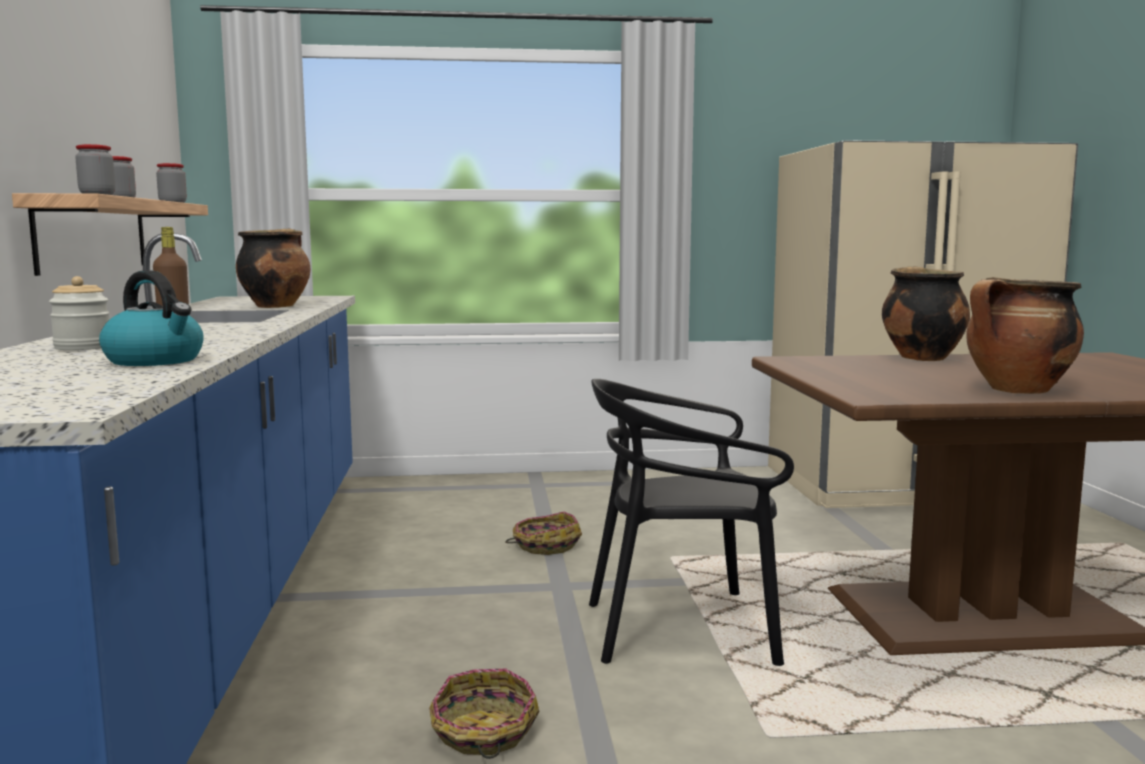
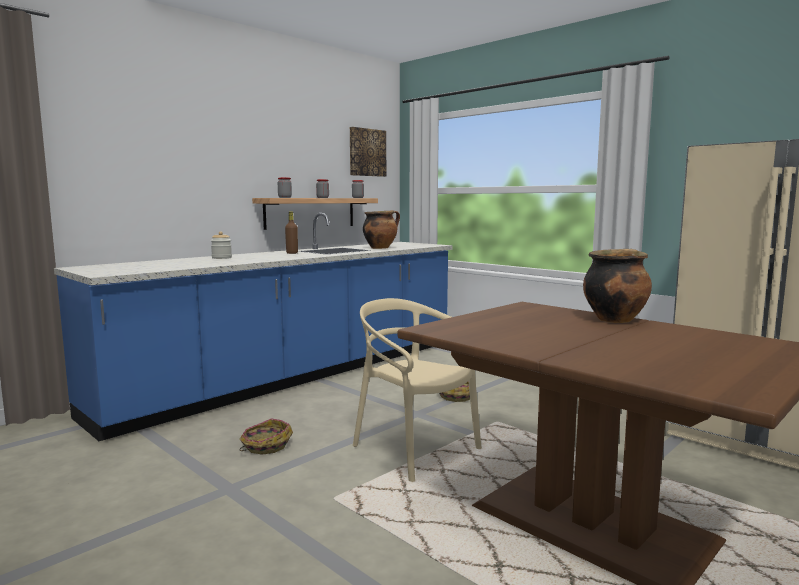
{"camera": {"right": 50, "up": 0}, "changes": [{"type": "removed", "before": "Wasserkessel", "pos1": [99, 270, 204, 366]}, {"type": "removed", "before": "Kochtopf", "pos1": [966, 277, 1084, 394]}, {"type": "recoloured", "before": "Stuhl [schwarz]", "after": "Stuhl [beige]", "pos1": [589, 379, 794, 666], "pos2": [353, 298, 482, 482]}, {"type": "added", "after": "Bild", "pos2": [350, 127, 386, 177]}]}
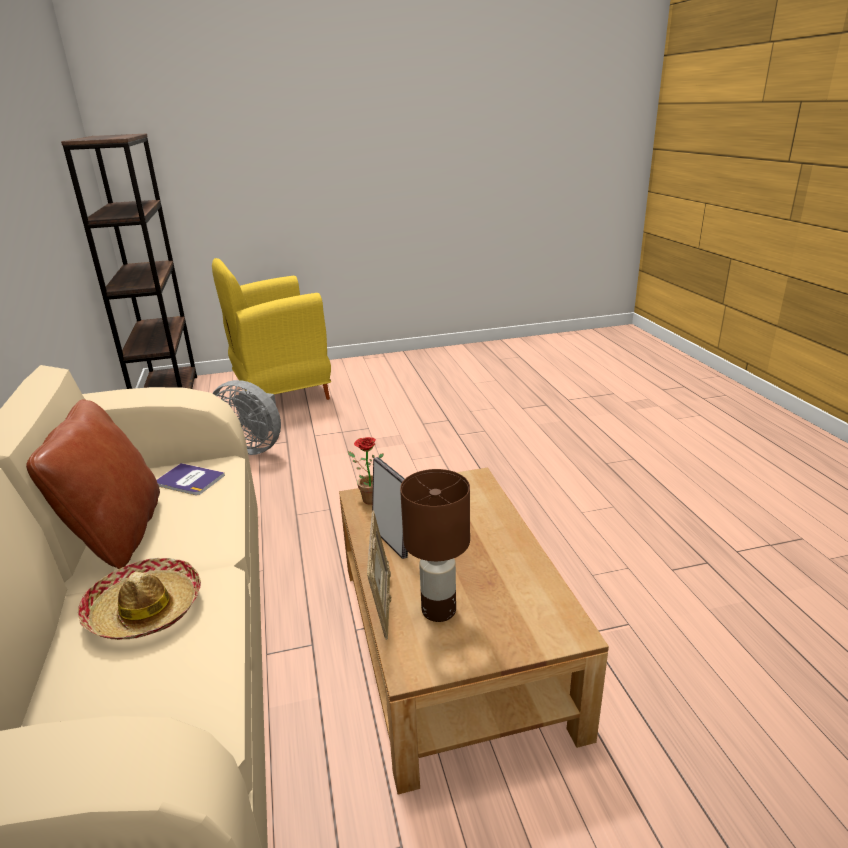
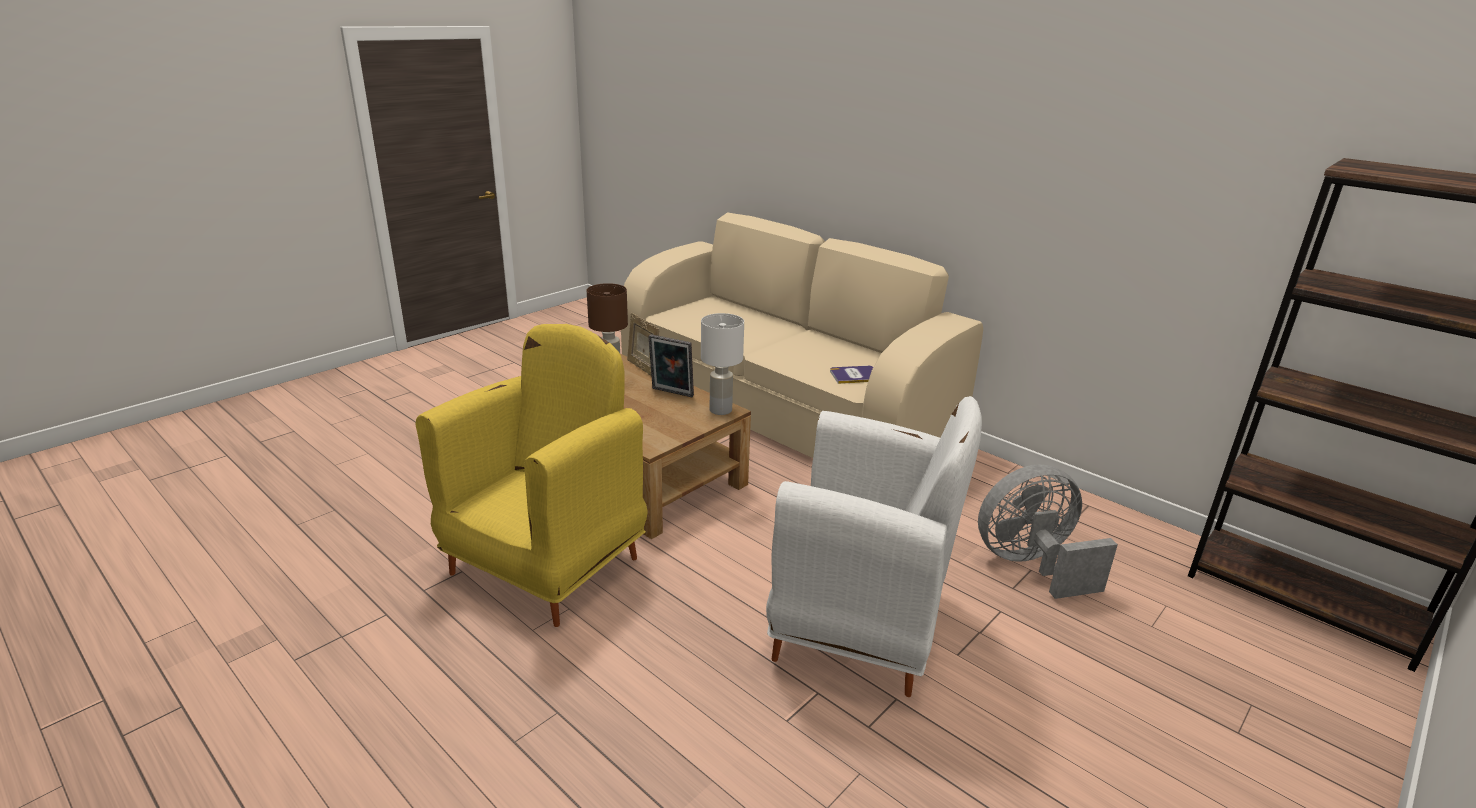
{"camera": {"right": 145, "up": 0}, "changes": [{"type": "moved", "before": "Sessel [gelb]", "pos1": [212, 258, 331, 400], "pos2": [415, 324, 648, 627]}, {"type": "removed", "before": "Kissen [braun]", "pos1": [26, 399, 160, 569]}, {"type": "replaced", "before": "Topfpflanze", "after": "Tischlampe [weiß]", "pos1": [348, 437, 384, 505], "pos2": [701, 313, 744, 415]}, {"type": "removed", "before": "Hut", "pos1": [77, 558, 201, 640]}, {"type": "added", "after": "Sessel [weiß]", "pos2": [766, 396, 982, 697]}]}
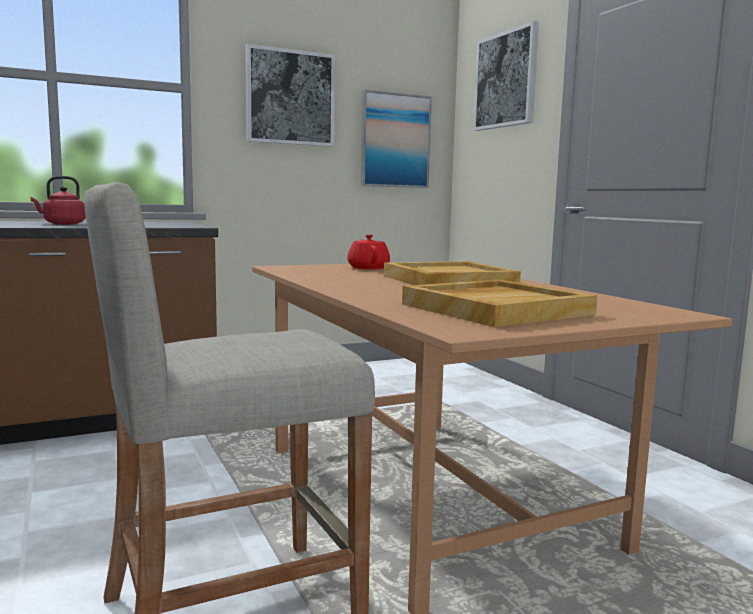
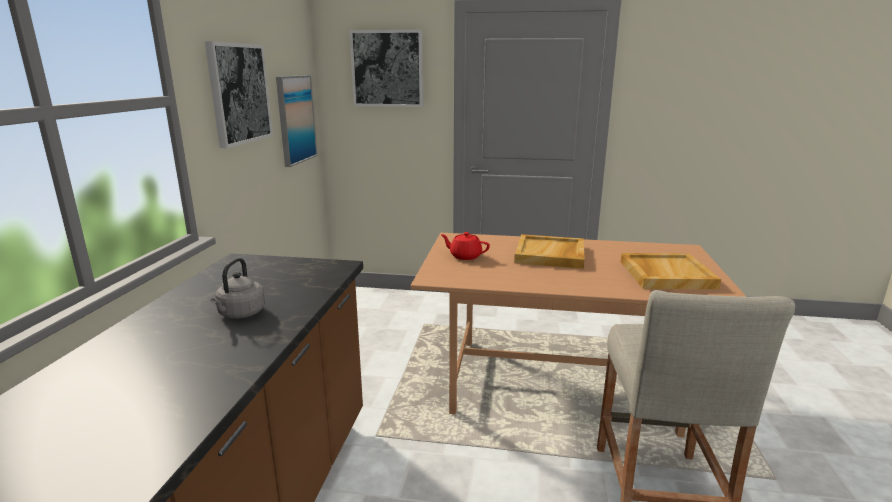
{"camera": {"right": -55, "up": 10}, "changes": [{"type": "recoloured", "before": "Wasserkessel [rot]", "after": "Wasserkessel [grau]", "pos1": [31, 176, 86, 225], "pos2": [210, 258, 265, 319]}]}
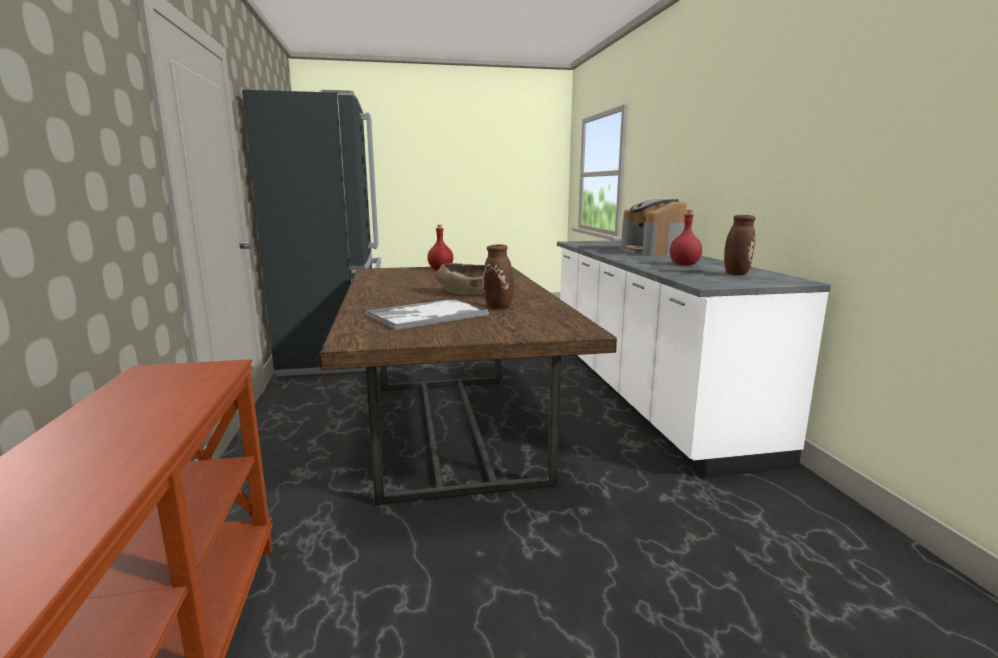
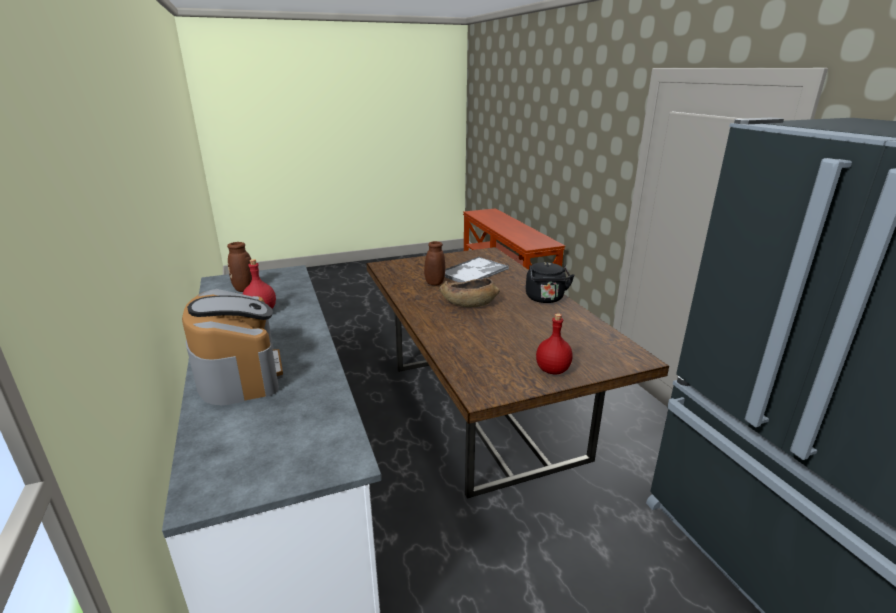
{"camera": {"right": 170, "up": 10}, "changes": [{"type": "added", "after": "Wasserkessel [schwarz]", "pos2": [526, 262, 574, 303]}]}
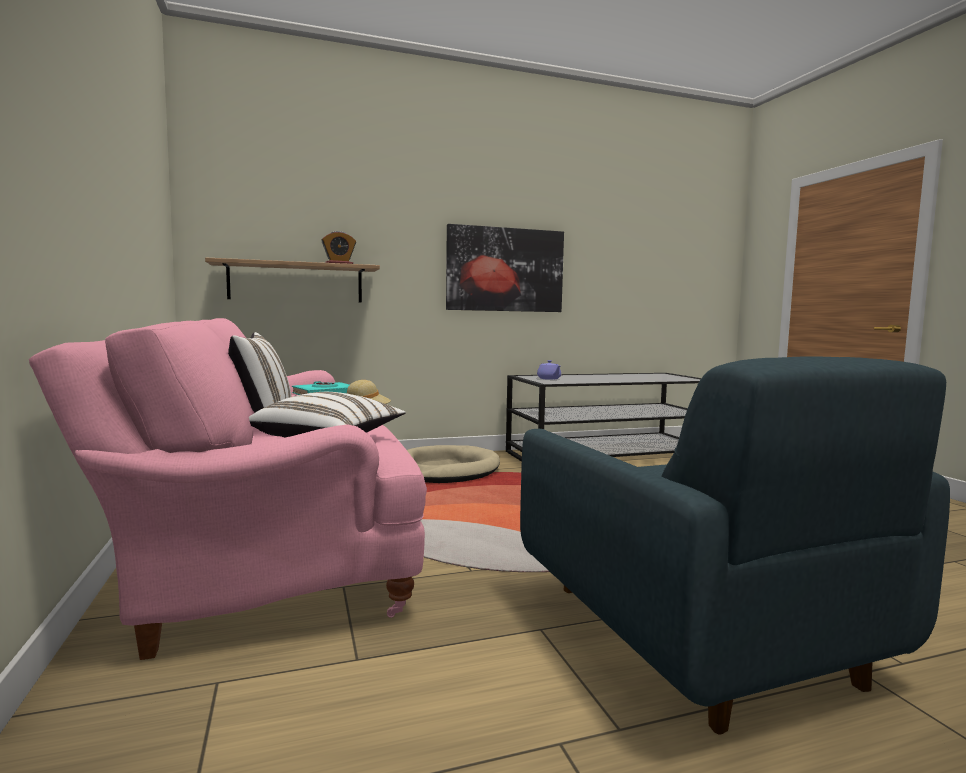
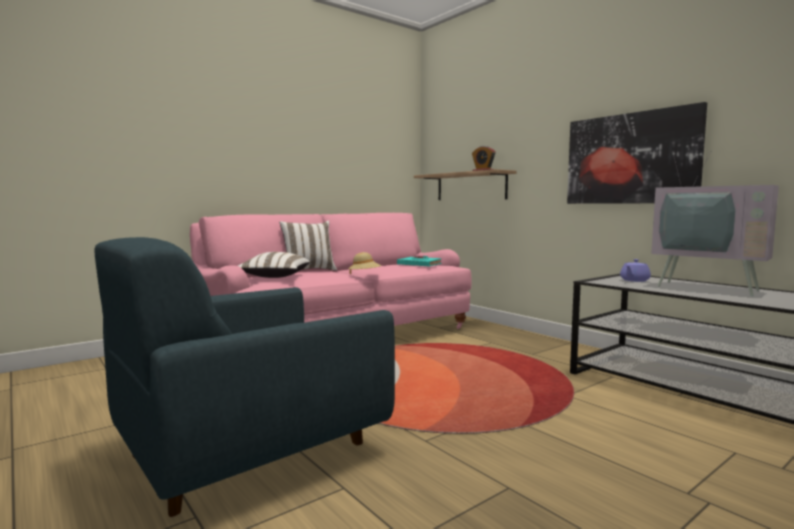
{"camera": {"right": 70, "up": 0}, "changes": [{"type": "removed", "before": "Hundebett [beige]", "pos1": [407, 445, 500, 483]}, {"type": "added", "after": "Fernseher", "pos2": [651, 151, 779, 296]}]}
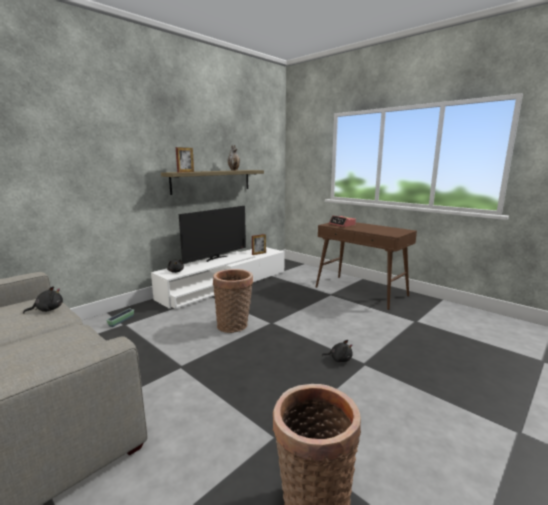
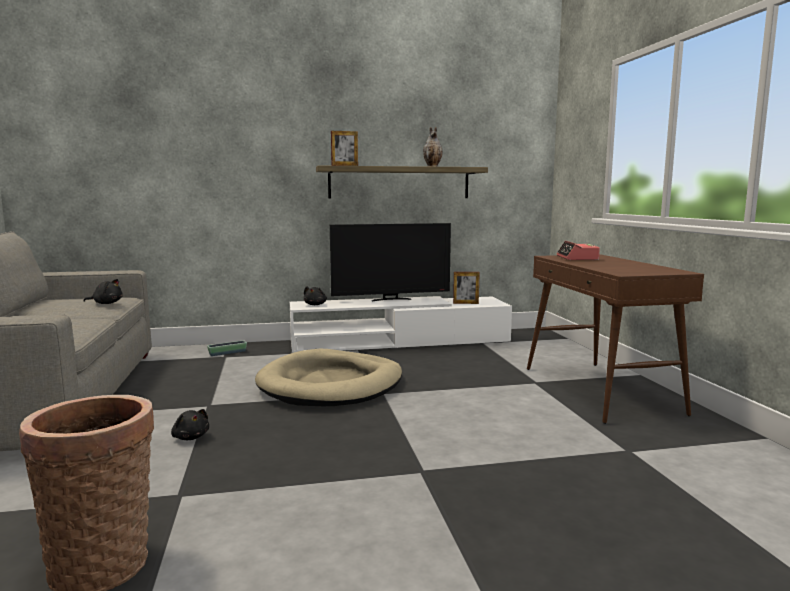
{"camera": {"right": 35, "up": -5}, "changes": [{"type": "replaced", "before": "Korb", "after": "Hundebett [beige]", "pos1": [213, 269, 254, 333], "pos2": [255, 349, 402, 406]}, {"type": "moved", "before": "Plüschtier [schwarz]", "pos1": [322, 340, 353, 362], "pos2": [171, 409, 209, 440]}]}
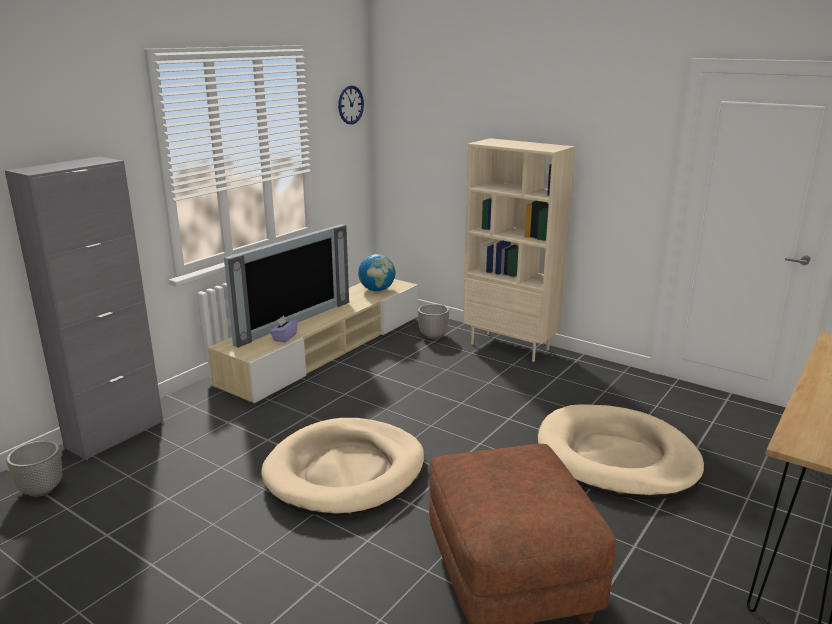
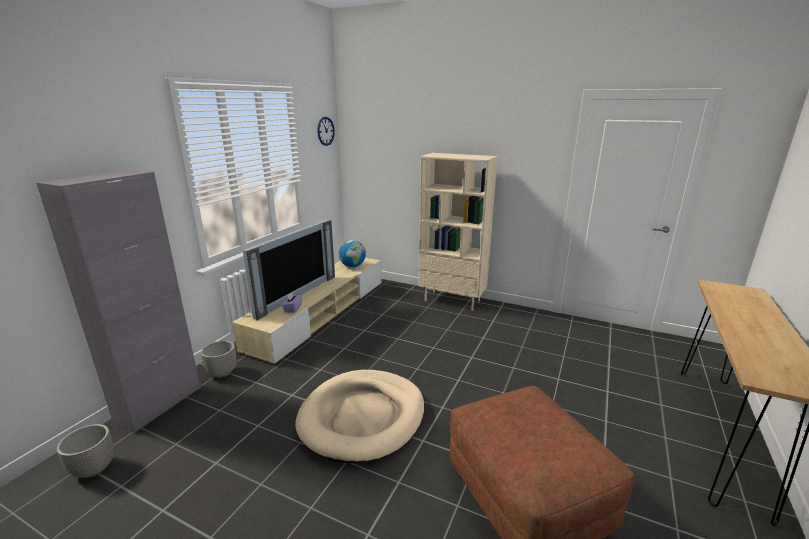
{"camera": {"right": -10, "up": 0}, "changes": [{"type": "moved", "before": "Pflanzkübel", "pos1": [418, 304, 449, 339], "pos2": [201, 341, 236, 378]}, {"type": "removed", "before": "Hundebett [beige]", "pos1": [538, 404, 704, 499]}]}
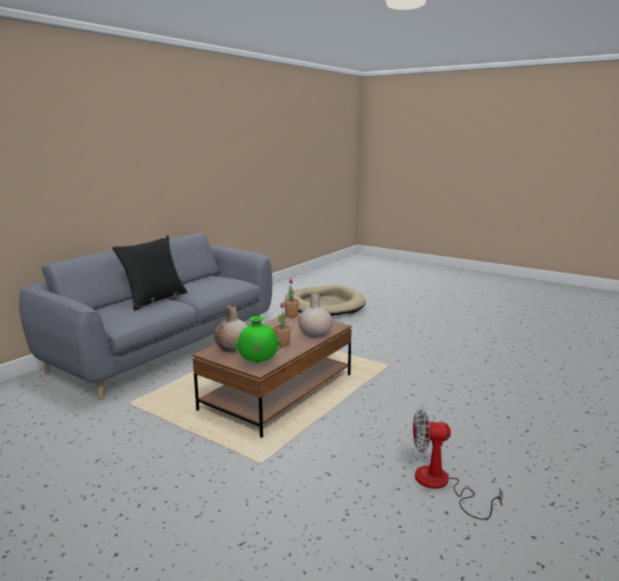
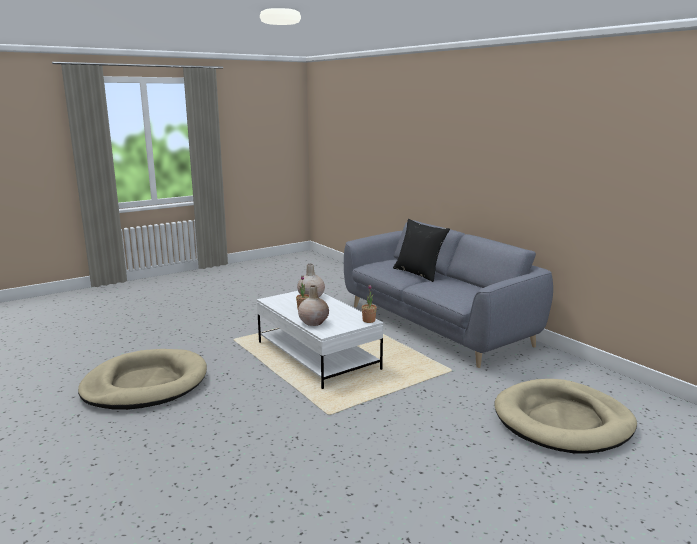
{"camera": {"right": 110, "up": 0}, "changes": [{"type": "recoloured", "before": "Couchtisch [braun]", "after": "Couchtisch [weiß]", "pos1": [193, 313, 352, 438], "pos2": [257, 291, 383, 389]}, {"type": "removed", "before": "Vase [grün]", "pos1": [234, 316, 281, 363]}, {"type": "replaced", "before": "Ventilator", "after": "Hundebett [beige]", "pos1": [413, 410, 503, 520], "pos2": [78, 349, 207, 410]}]}
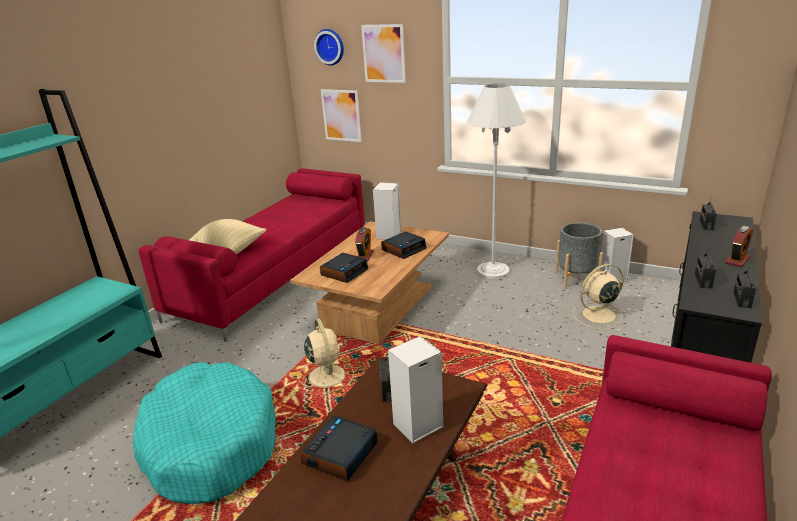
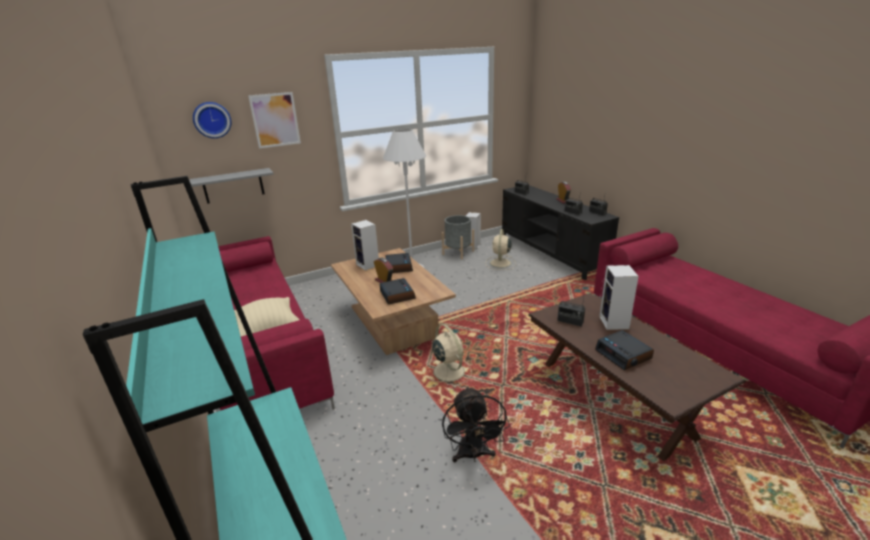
{"camera": {"right": -55, "up": 0}, "changes": [{"type": "replaced", "before": "Bild", "after": "Wandregal [grau]", "pos1": [321, 89, 362, 142], "pos2": [189, 168, 274, 204]}, {"type": "turned", "before": "Ventilator [beige]", "pos1": [298, 318, 354, 395], "pos2": [424, 324, 472, 388], "turn": 45}, {"type": "replaced", "before": "Hundebett [türkis]", "after": "Ventilator [schwarz]", "pos1": [133, 362, 276, 504], "pos2": [442, 386, 510, 463]}]}
